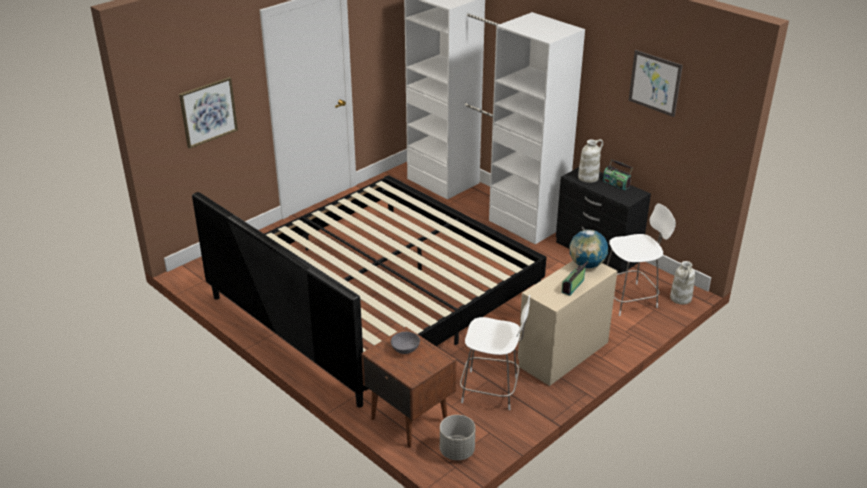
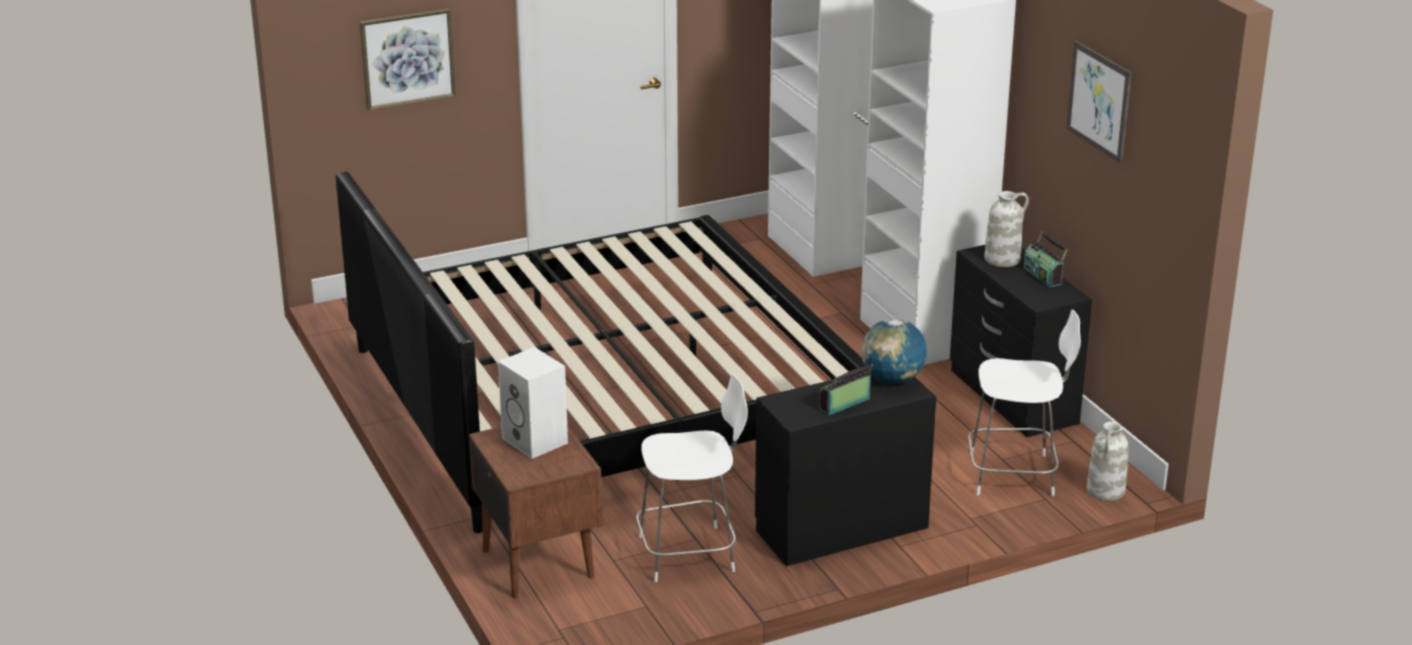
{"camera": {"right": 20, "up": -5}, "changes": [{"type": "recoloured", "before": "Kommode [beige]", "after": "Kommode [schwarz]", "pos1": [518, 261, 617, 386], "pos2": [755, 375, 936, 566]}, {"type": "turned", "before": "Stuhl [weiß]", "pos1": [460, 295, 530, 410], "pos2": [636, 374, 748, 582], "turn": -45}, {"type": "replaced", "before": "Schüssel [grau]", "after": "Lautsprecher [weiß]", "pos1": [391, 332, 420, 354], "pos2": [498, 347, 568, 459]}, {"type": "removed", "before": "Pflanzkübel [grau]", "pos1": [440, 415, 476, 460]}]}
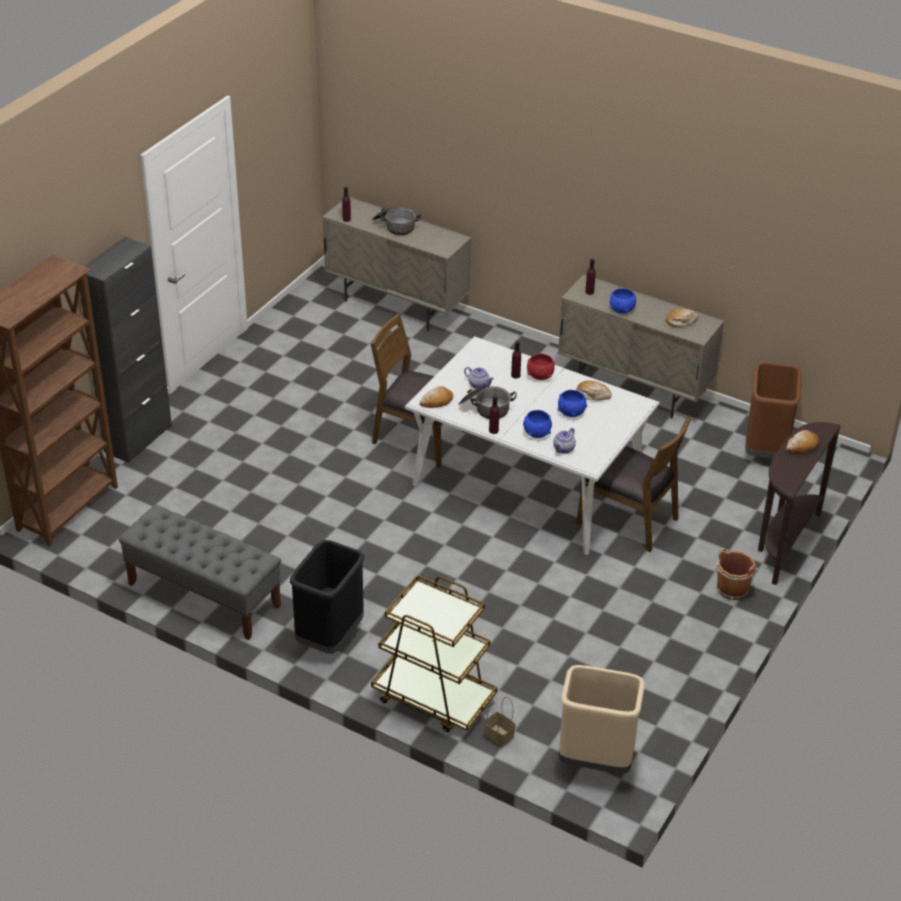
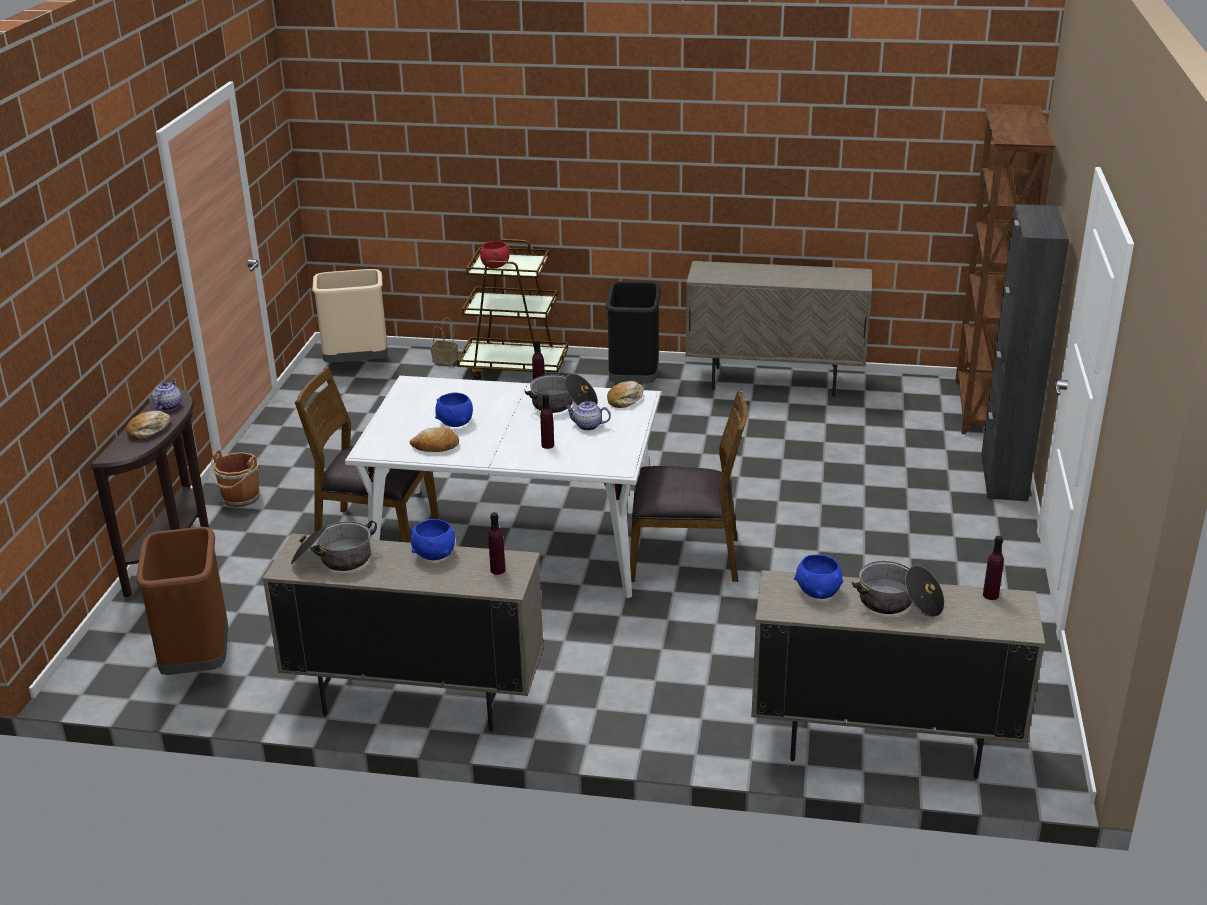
{"camera": {"right": 160, "up": -10}, "changes": [{"type": "replaced", "before": "Brot", "after": "Kochtopf", "pos1": [666, 308, 699, 327], "pos2": [291, 520, 377, 571]}, {"type": "moved", "before": "Schüssel [rot]", "pos1": [527, 354, 555, 380], "pos2": [480, 241, 510, 268]}, {"type": "moved", "before": "Schüssel [blau]", "pos1": [523, 410, 552, 438], "pos2": [794, 555, 843, 599]}, {"type": "moved", "before": "Teekanne", "pos1": [553, 428, 576, 453], "pos2": [152, 378, 181, 411]}, {"type": "replaced", "before": "Bank [grau]", "after": "Schrank [beige]", "pos1": [119, 505, 281, 640], "pos2": [685, 261, 872, 397]}]}
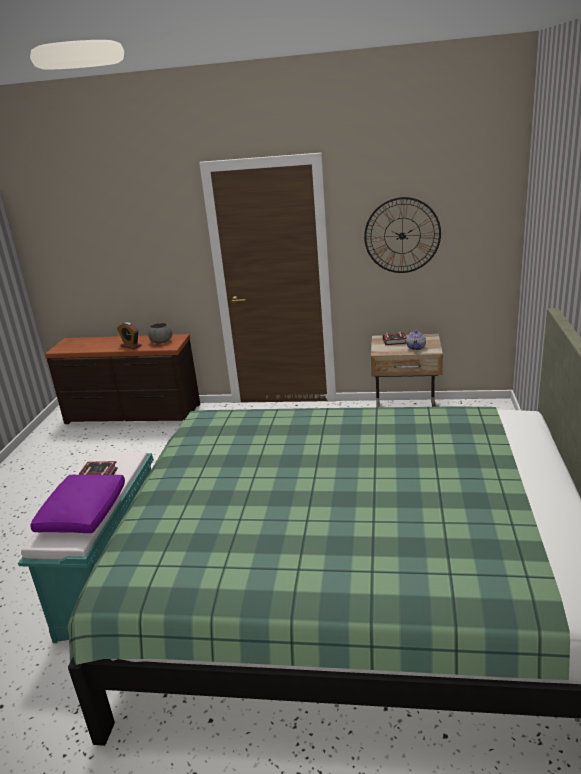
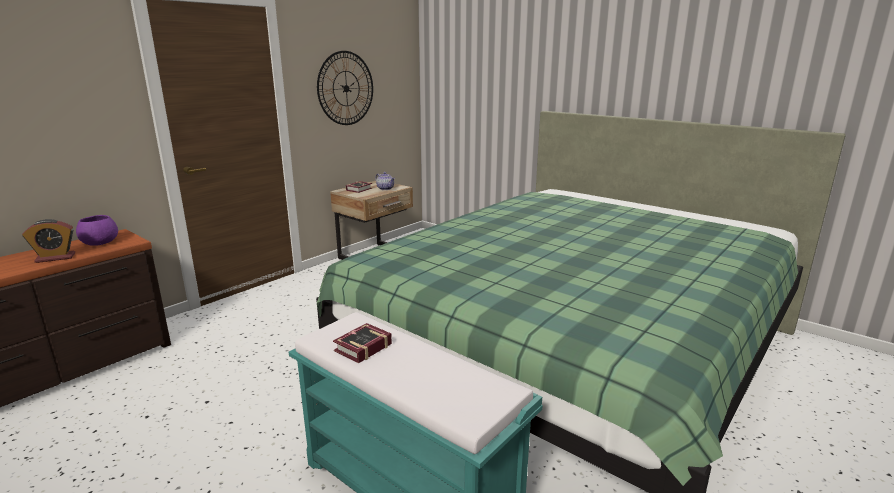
{"camera": {"right": -60, "up": -5}, "changes": [{"type": "recoloured", "before": "Schüssel [grau]", "after": "Schüssel [lila]", "pos1": [148, 323, 172, 344], "pos2": [76, 215, 118, 246]}, {"type": "removed", "before": "Kissen [lila]", "pos1": [30, 475, 125, 533]}]}
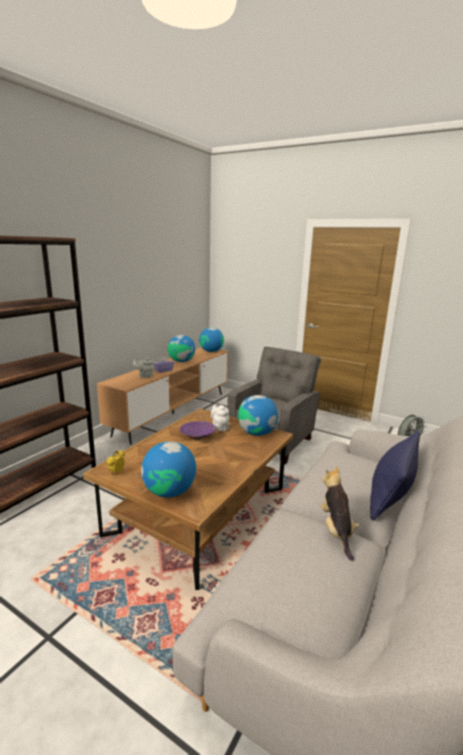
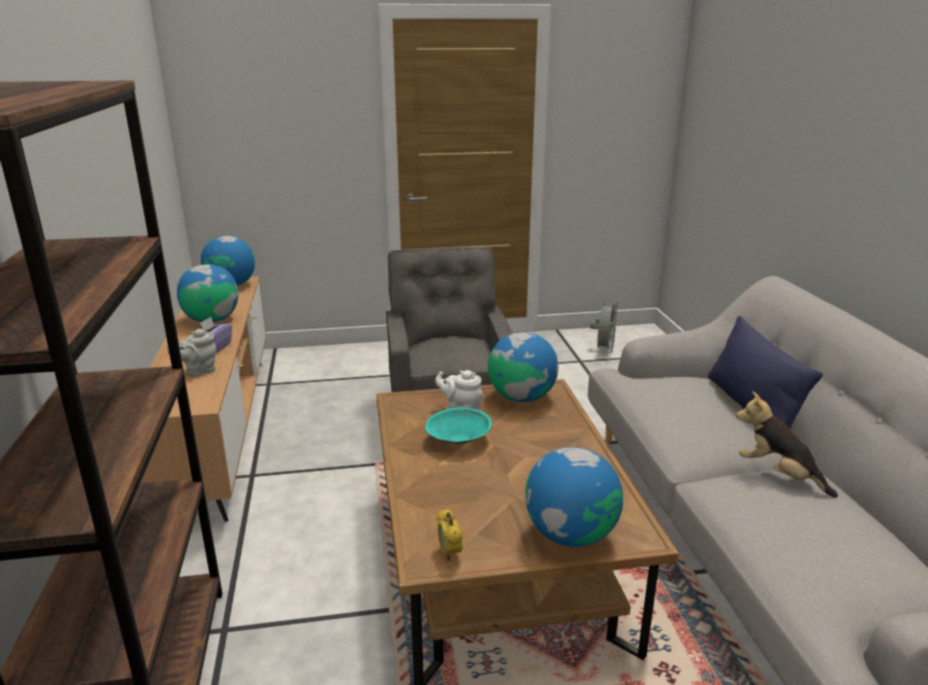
{"camera": {"right": -40, "up": 5}, "changes": [{"type": "recoloured", "before": "Schüssel [lila]", "after": "Schüssel [türkis]", "pos1": [179, 421, 216, 440], "pos2": [425, 407, 491, 445]}]}
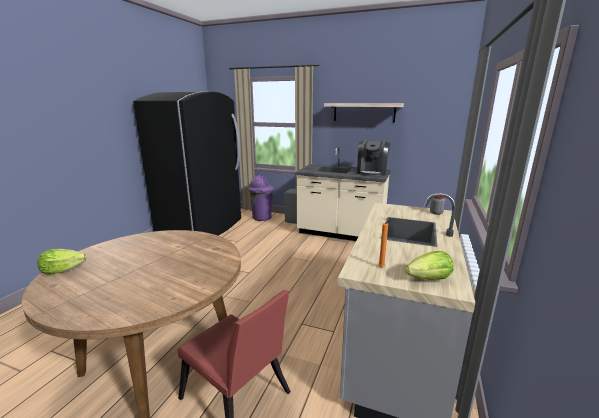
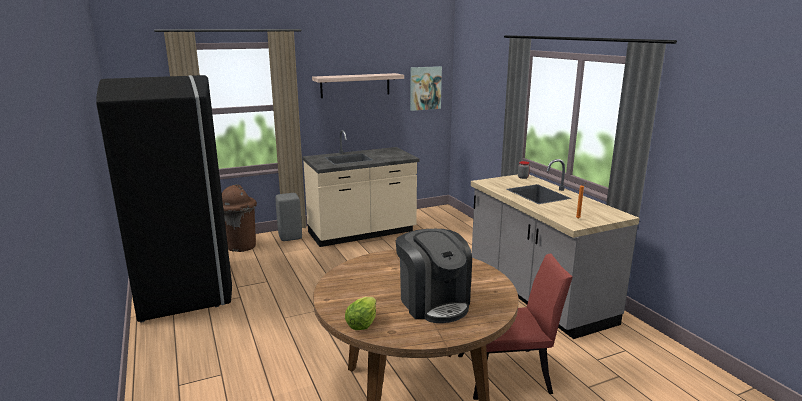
{"camera": {"right": -45, "up": 0}, "changes": [{"type": "moved", "before": "Kaffeemaschine", "pos1": [357, 140, 390, 176], "pos2": [396, 229, 472, 323]}, {"type": "recoloured", "before": "Mülleimer [lila]", "after": "Mülleimer [braun]", "pos1": [248, 175, 274, 221], "pos2": [222, 184, 257, 252]}, {"type": "removed", "before": "Salatkopf", "pos1": [405, 251, 454, 280]}, {"type": "added", "after": "Bild", "pos2": [410, 66, 442, 111]}]}
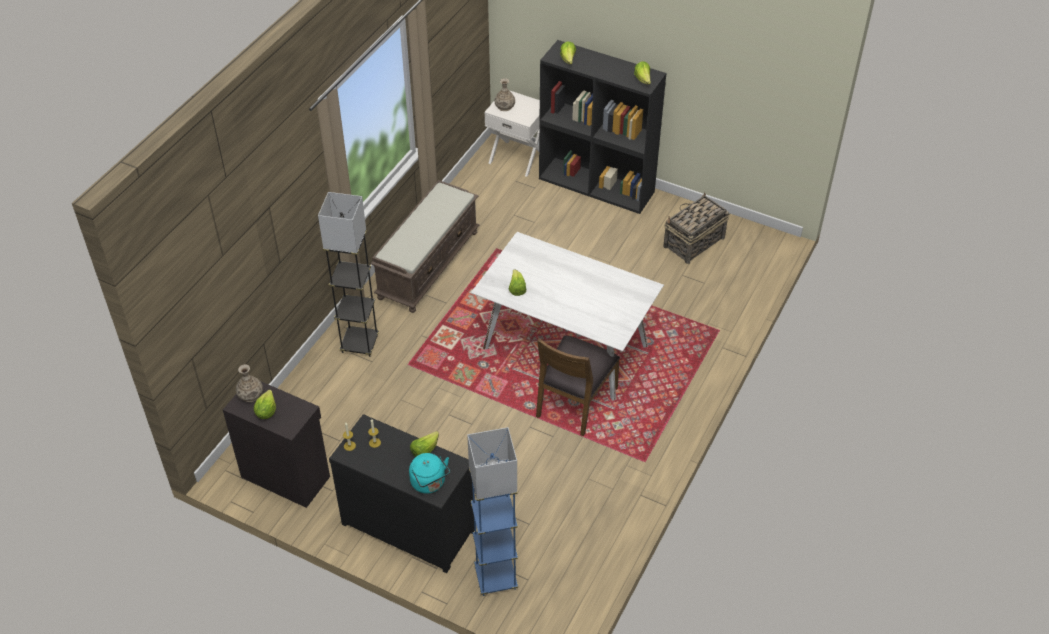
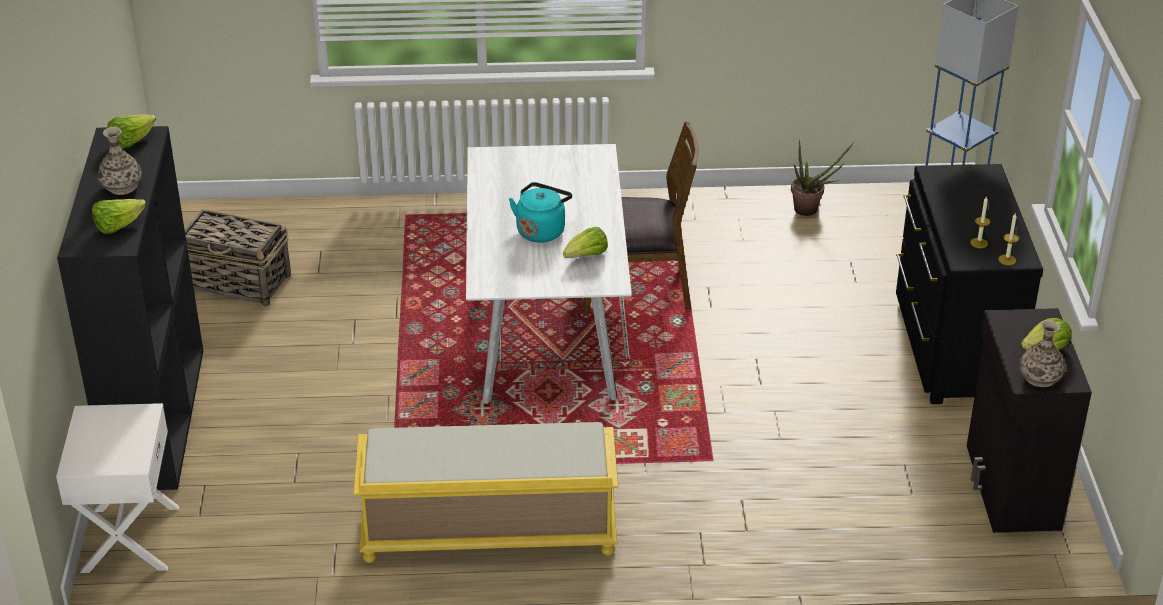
{"camera": {"right": -120, "up": -10}, "changes": [{"type": "moved", "before": "Vase", "pos1": [495, 78, 515, 111], "pos2": [98, 127, 142, 195]}, {"type": "recoloured", "before": "Bank [braun]", "after": "Bank [gelb]", "pos1": [370, 180, 479, 313], "pos2": [353, 422, 618, 563]}, {"type": "removed", "before": "Stehlampe [grau]", "pos1": [318, 192, 379, 357]}, {"type": "removed", "before": "Salatkopf", "pos1": [410, 431, 439, 457]}, {"type": "moved", "before": "Wasserkessel [türkis]", "pos1": [409, 453, 450, 494], "pos2": [509, 182, 572, 243]}, {"type": "added", "after": "Topfpflanze", "pos2": [791, 139, 853, 216]}]}
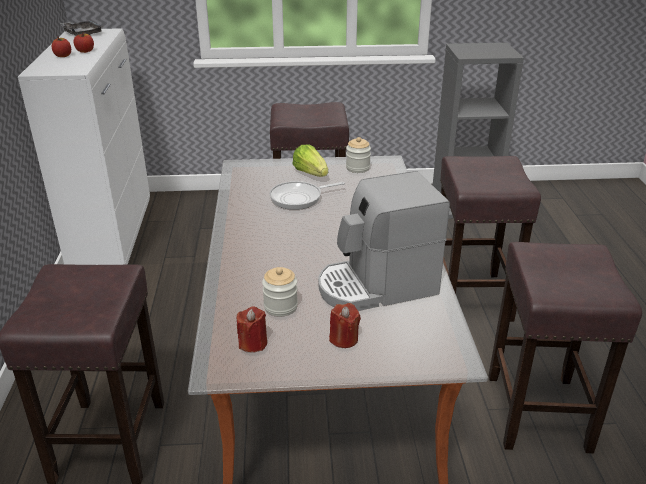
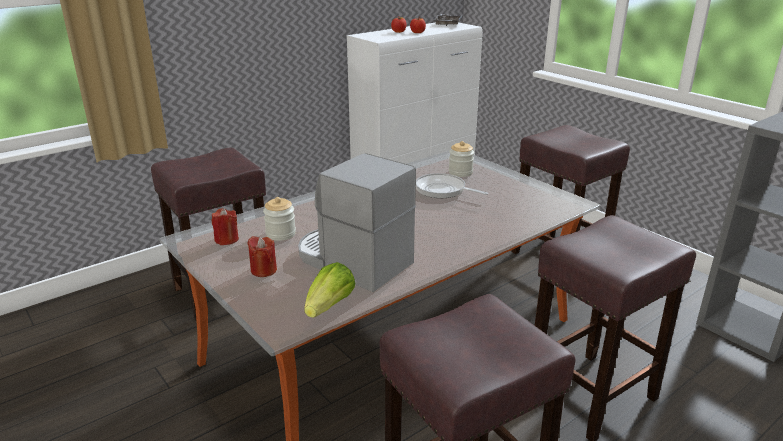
{"camera": {"right": 55, "up": -5}, "changes": [{"type": "moved", "before": "Vorratsglas", "pos1": [346, 137, 371, 173], "pos2": [449, 141, 474, 177]}, {"type": "moved", "before": "Salatkopf", "pos1": [293, 145, 328, 177], "pos2": [304, 262, 355, 318]}]}
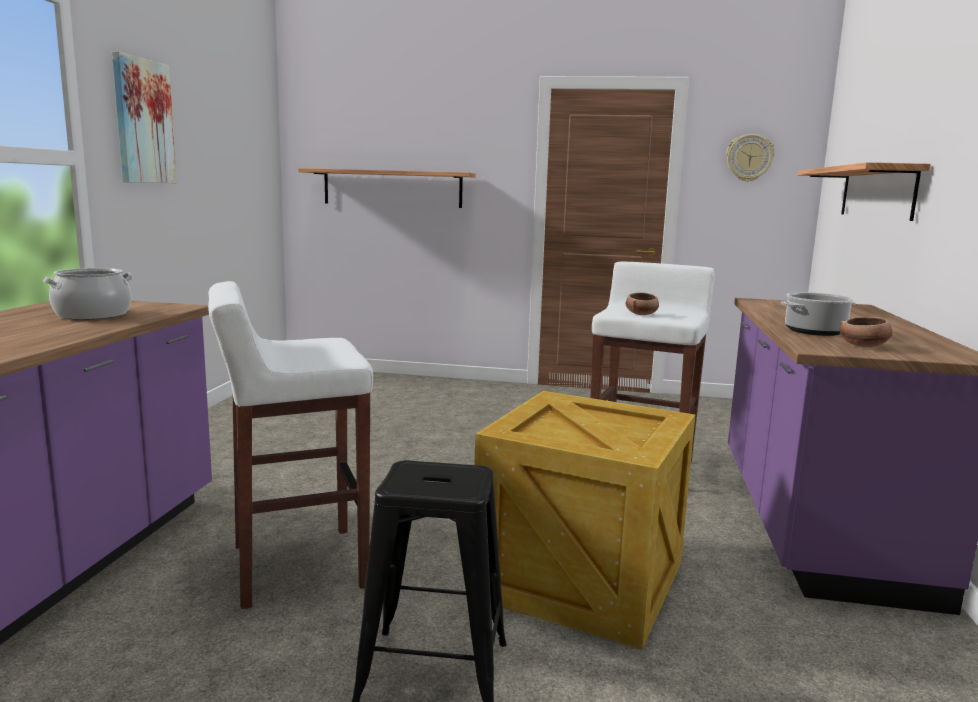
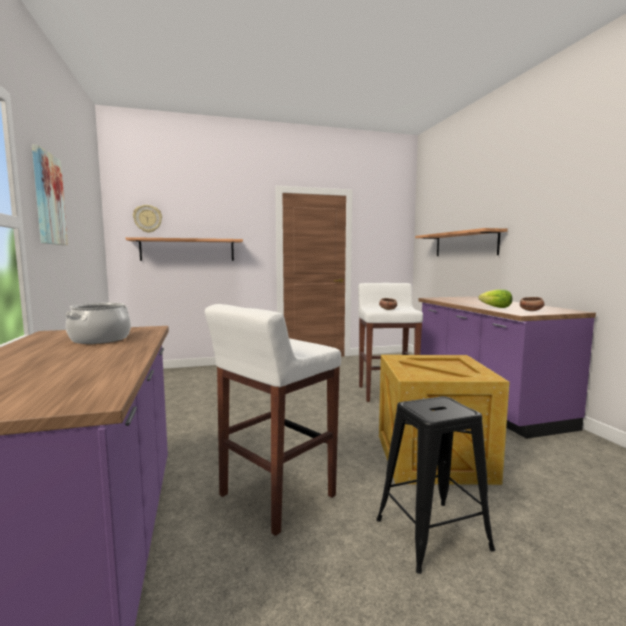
{"camera": {"right": -25, "up": -5}, "changes": [{"type": "moved", "before": "Wanduhr", "pos1": [726, 134, 775, 182], "pos2": [133, 205, 162, 233]}, {"type": "replaced", "before": "Kochtopf", "after": "Salatkopf", "pos1": [781, 292, 856, 336], "pos2": [479, 290, 512, 308]}]}
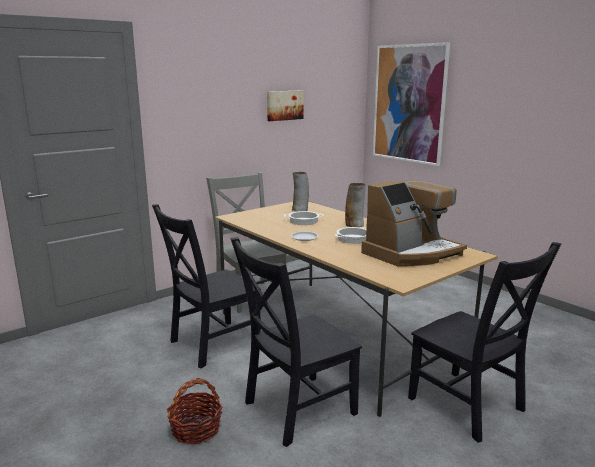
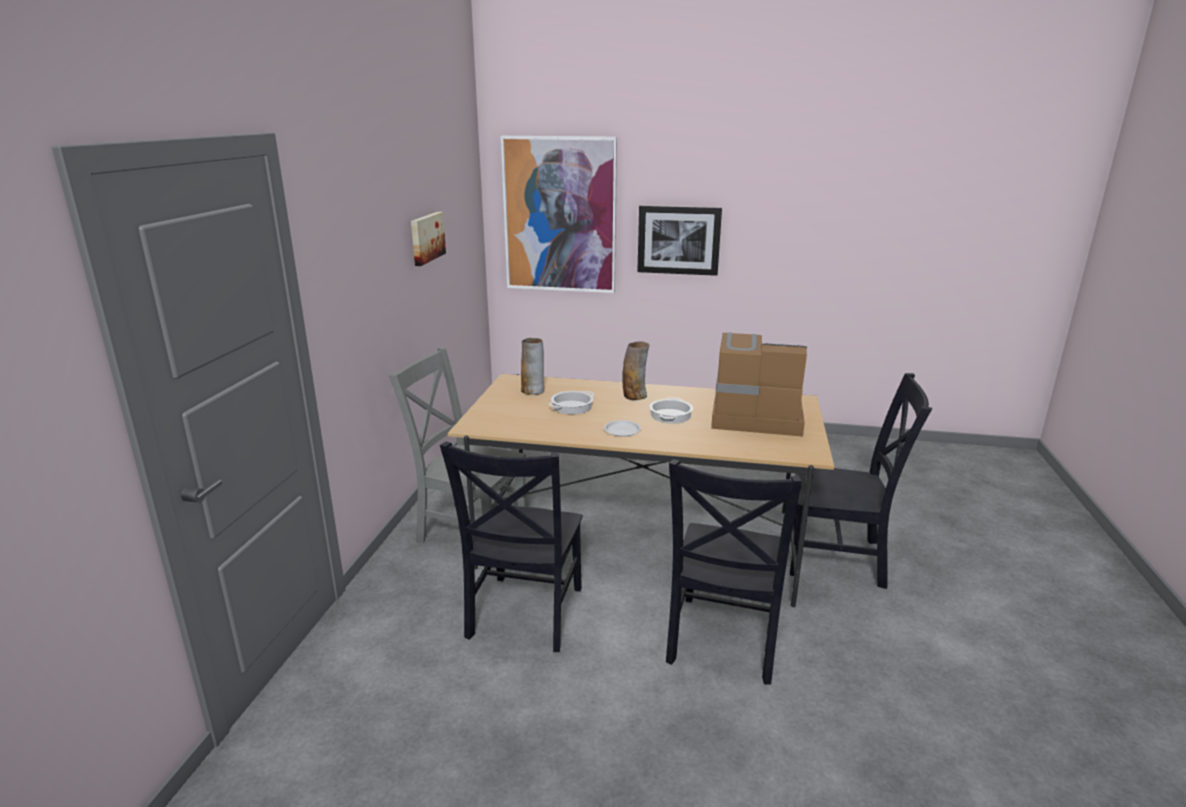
{"camera": {"right": -40, "up": 5}, "changes": [{"type": "turned", "before": "Kaffeemaschine", "pos1": [361, 179, 467, 266], "pos2": [711, 332, 807, 437], "turn": -90}, {"type": "removed", "before": "Korb", "pos1": [167, 378, 223, 445]}, {"type": "added", "after": "Bild", "pos2": [637, 205, 722, 276]}]}
